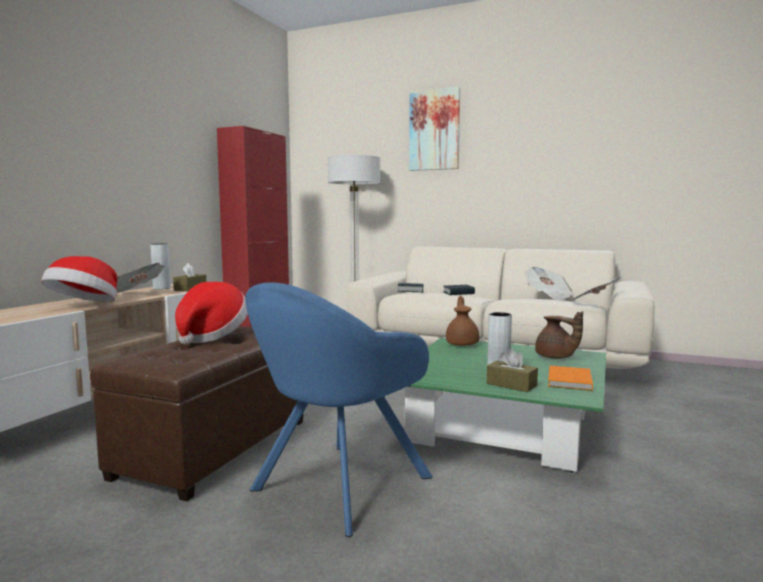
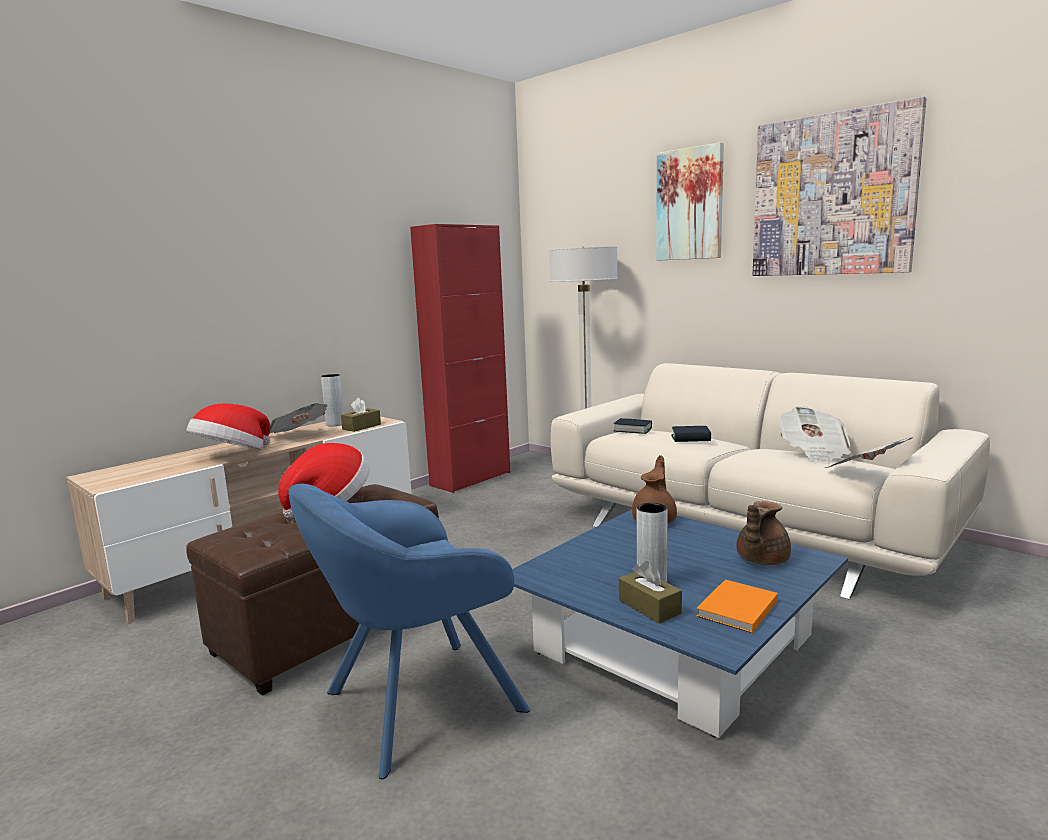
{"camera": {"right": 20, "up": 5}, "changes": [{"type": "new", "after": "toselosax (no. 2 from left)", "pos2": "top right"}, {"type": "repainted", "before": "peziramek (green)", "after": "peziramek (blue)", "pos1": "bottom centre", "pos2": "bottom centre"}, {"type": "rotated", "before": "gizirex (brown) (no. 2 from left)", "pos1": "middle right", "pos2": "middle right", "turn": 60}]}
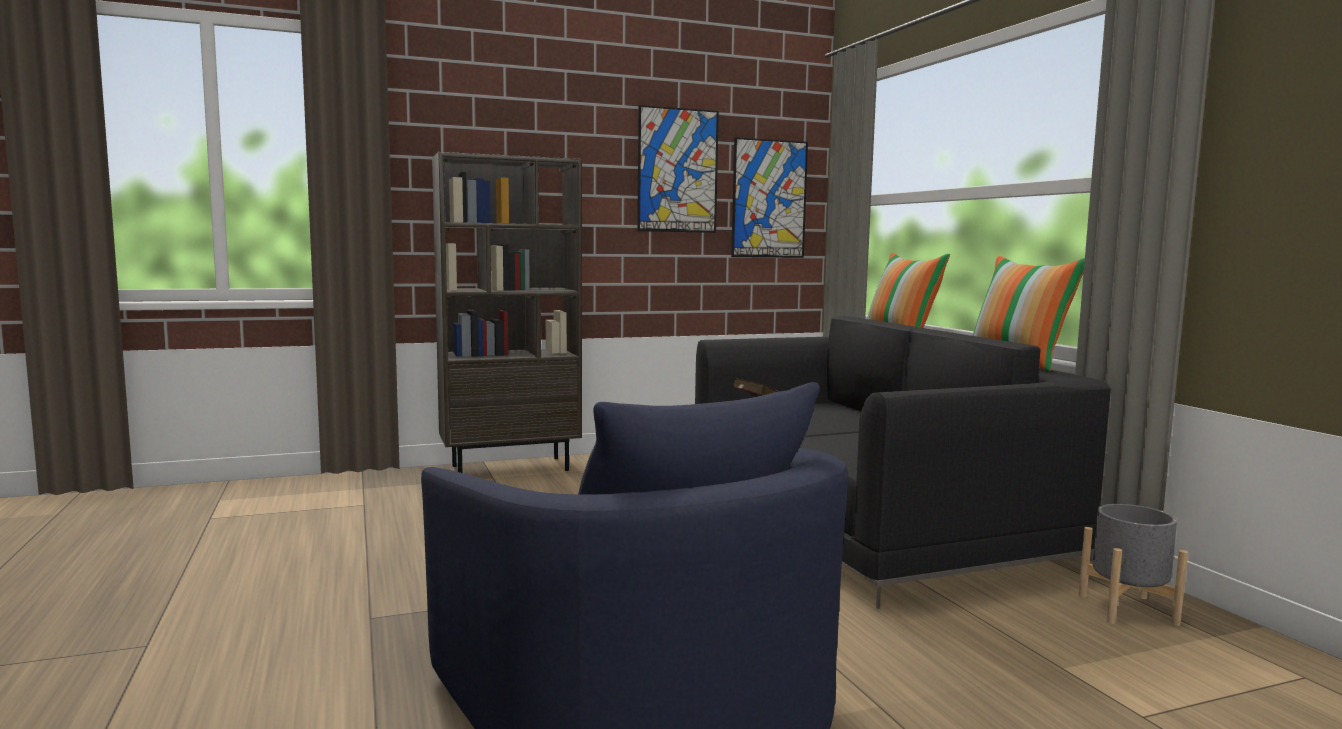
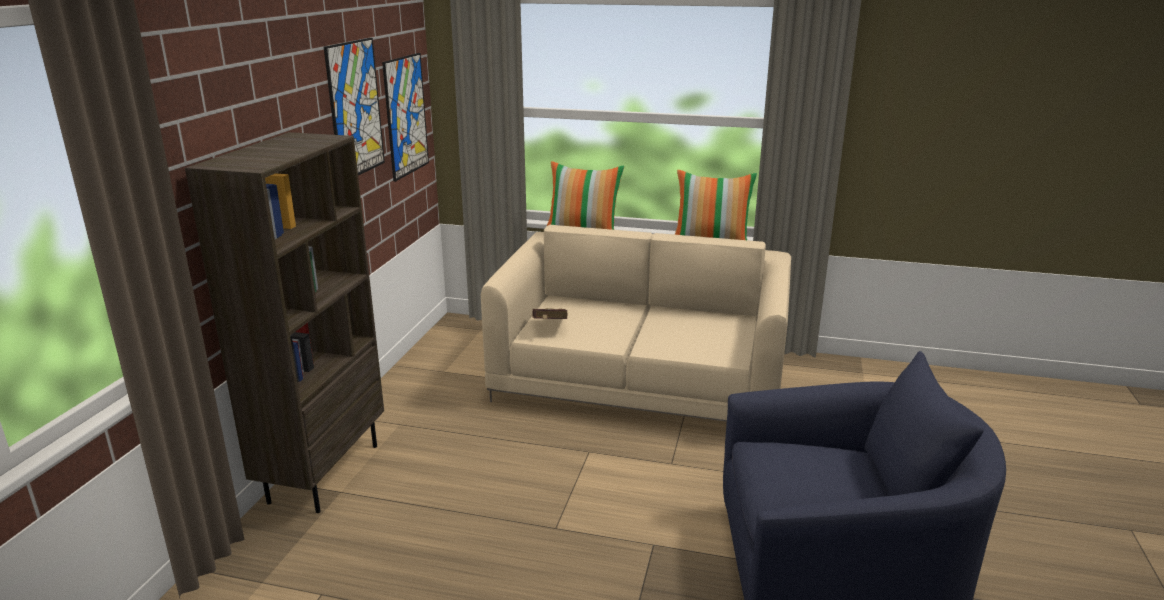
{"camera": {"right": -55, "up": 15}, "changes": [{"type": "gone", "before": "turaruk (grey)", "pos1": "bottom right"}, {"type": "repainted", "before": "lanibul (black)", "after": "lanibul (beige)", "pos1": "middle right", "pos2": "centre"}]}
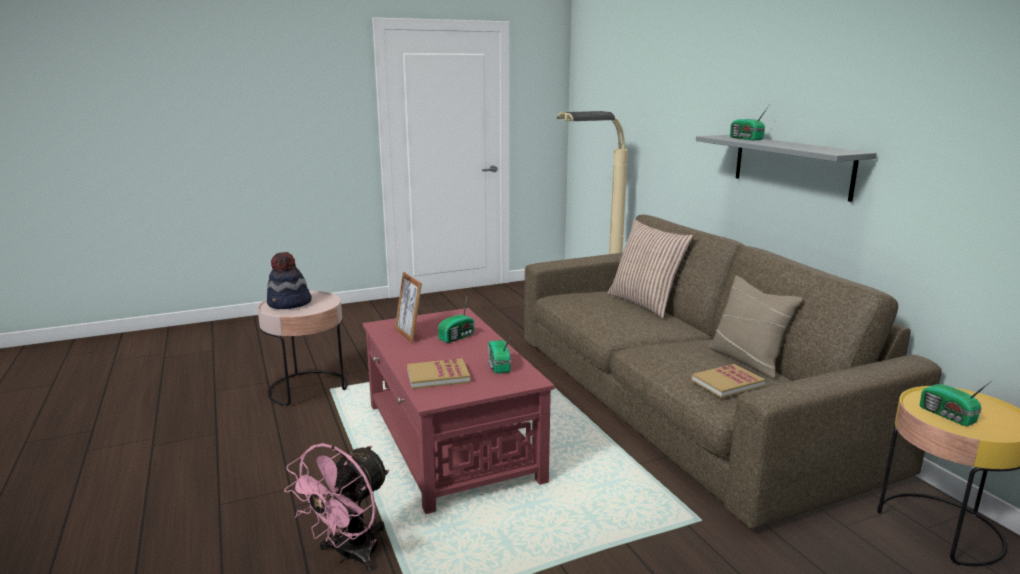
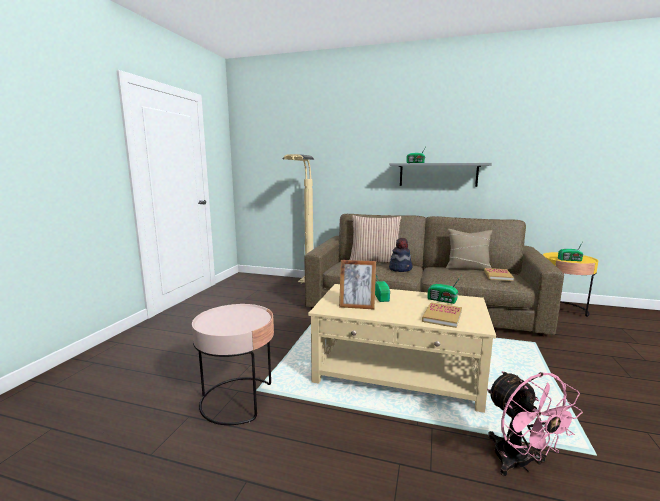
{"camera": {"right": -50, "up": -5}, "changes": [{"type": "shifted", "before": "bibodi", "pos1": "middle left", "pos2": "centre"}, {"type": "repainted", "before": "peziramek (red)", "after": "peziramek (beige)", "pos1": "bottom centre", "pos2": "bottom centre"}]}
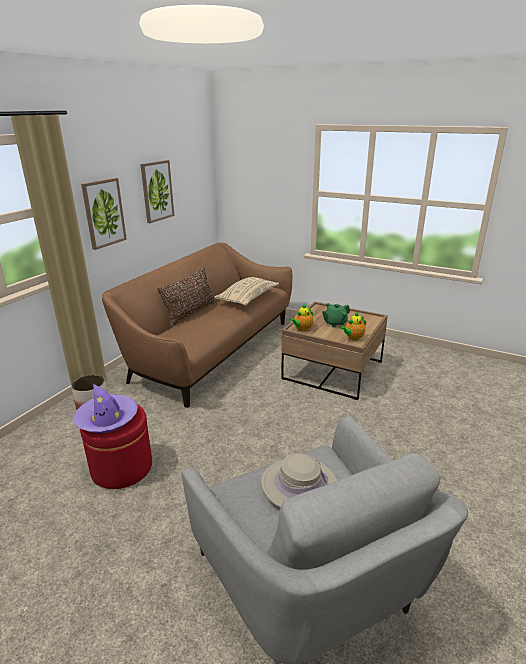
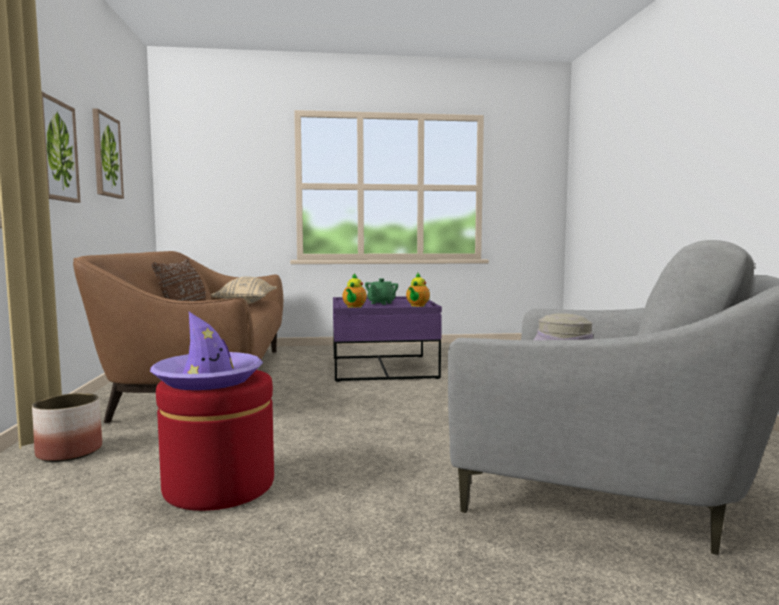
{"camera": {"right": -35, "up": -20}, "changes": [{"type": "repainted", "before": "peziramek (brown)", "after": "peziramek (purple)", "pos1": "centre", "pos2": "centre"}]}
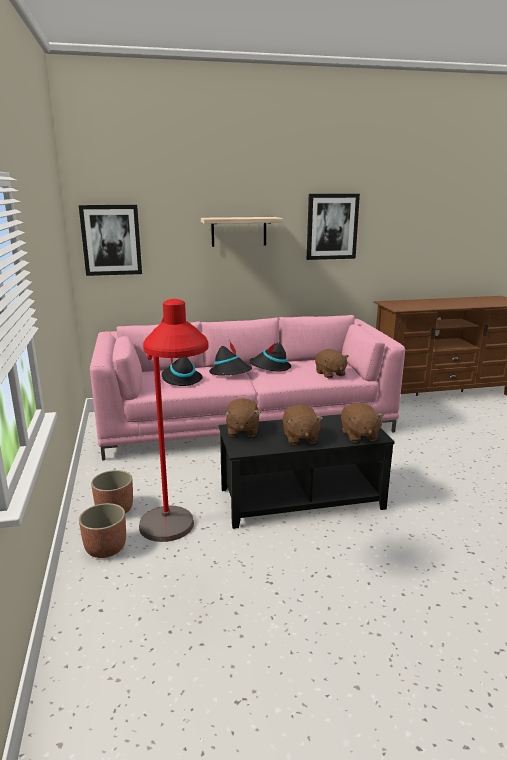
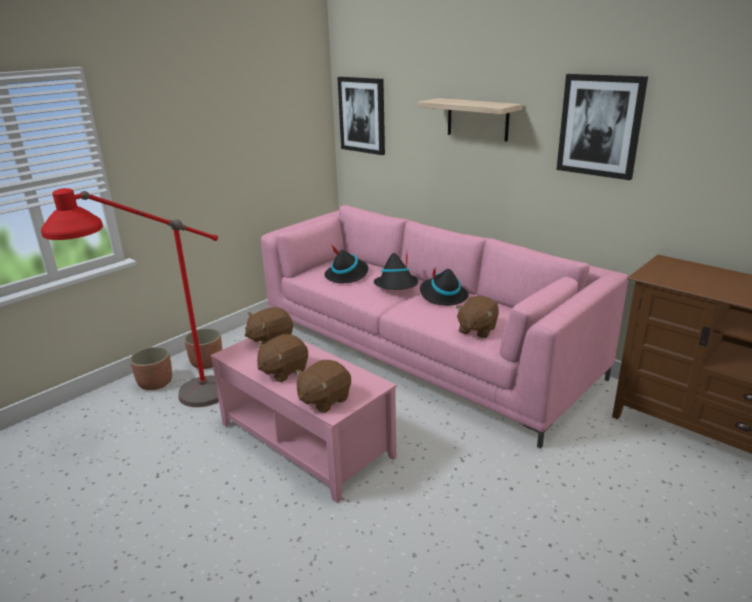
{"camera": {"right": 55, "up": 5}, "changes": [{"type": "repainted", "before": "peziramek (black)", "after": "peziramek (pink)", "pos1": "centre", "pos2": "bottom centre"}]}
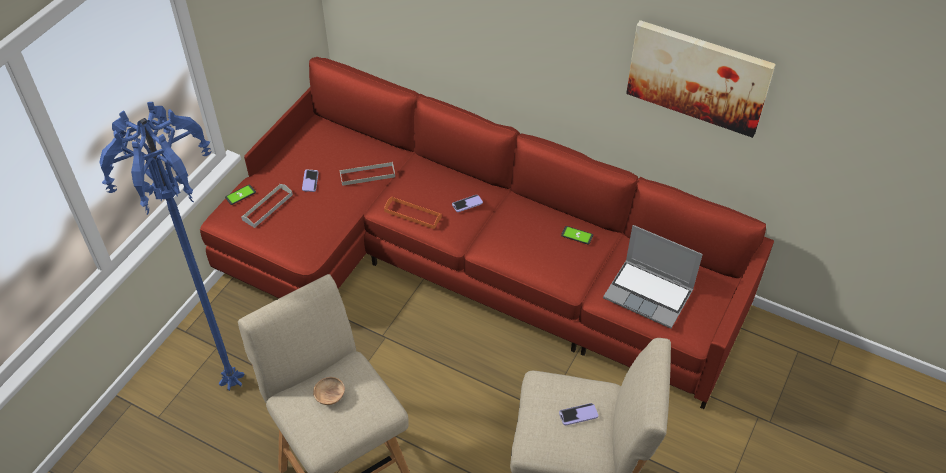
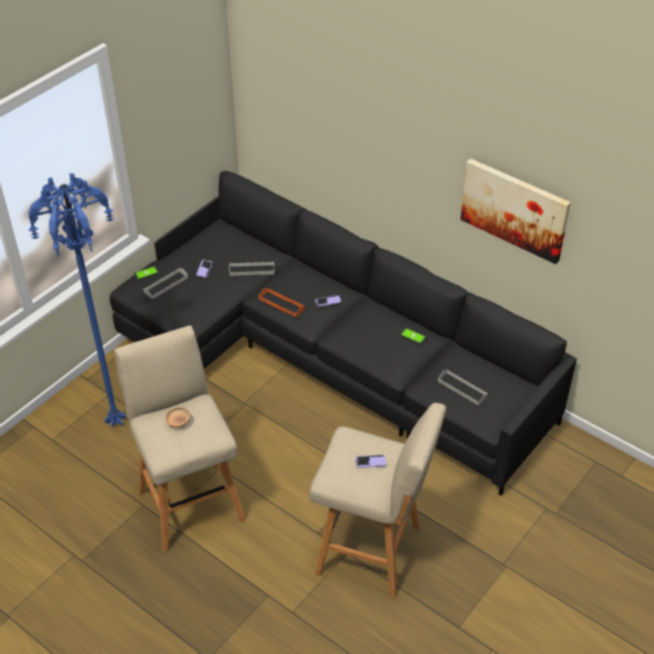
{"camera": {"right": 10, "up": -5}, "changes": [{"type": "swapped", "before": "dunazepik", "after": "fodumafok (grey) (no. 3 from left)", "pos1": "middle right", "pos2": "middle right"}, {"type": "repainted", "before": "lanibul (red)", "after": "lanibul (black)", "pos1": "centre", "pos2": "centre"}]}
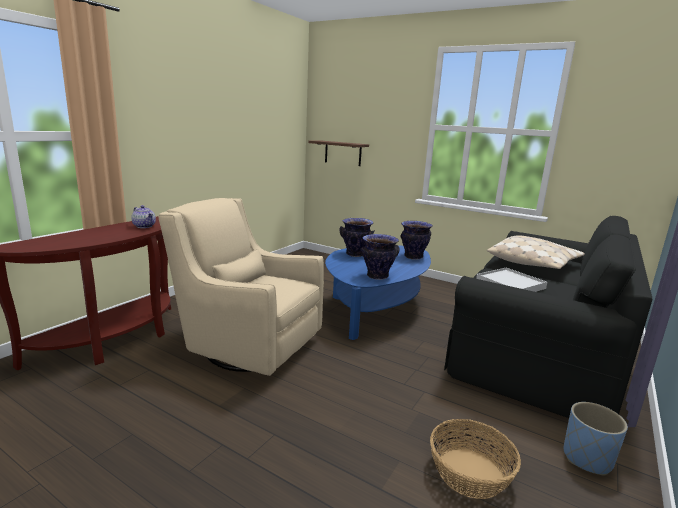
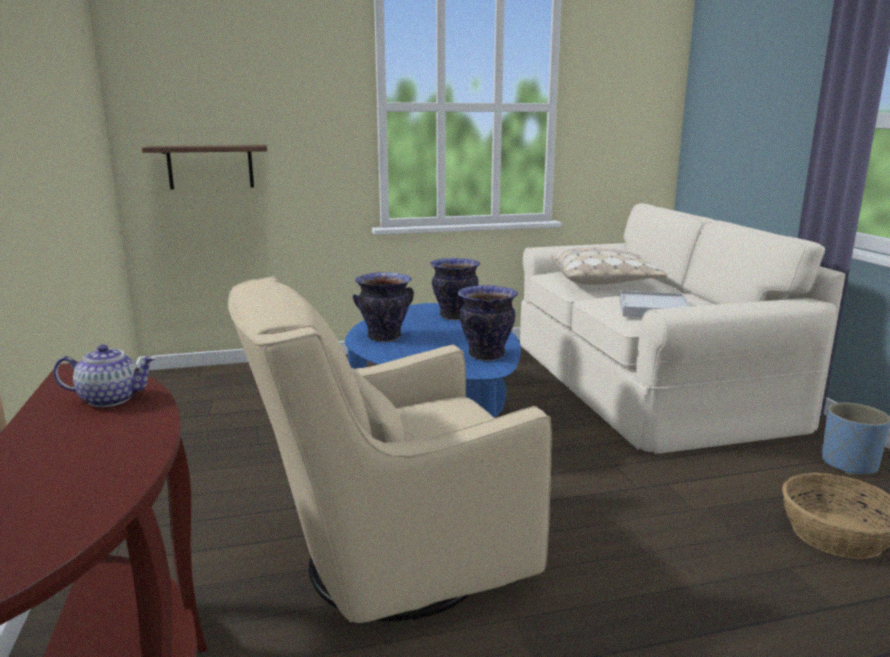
{"camera": {"right": -45, "up": 0}, "changes": [{"type": "repainted", "before": "lanibul (black)", "after": "lanibul (beige)", "pos1": "middle right", "pos2": "middle right"}]}
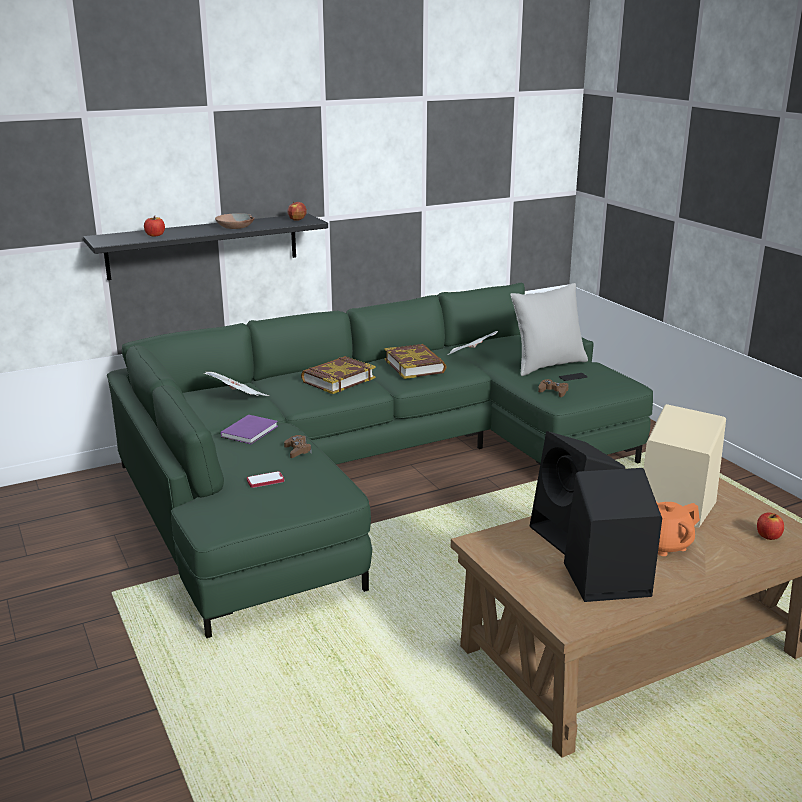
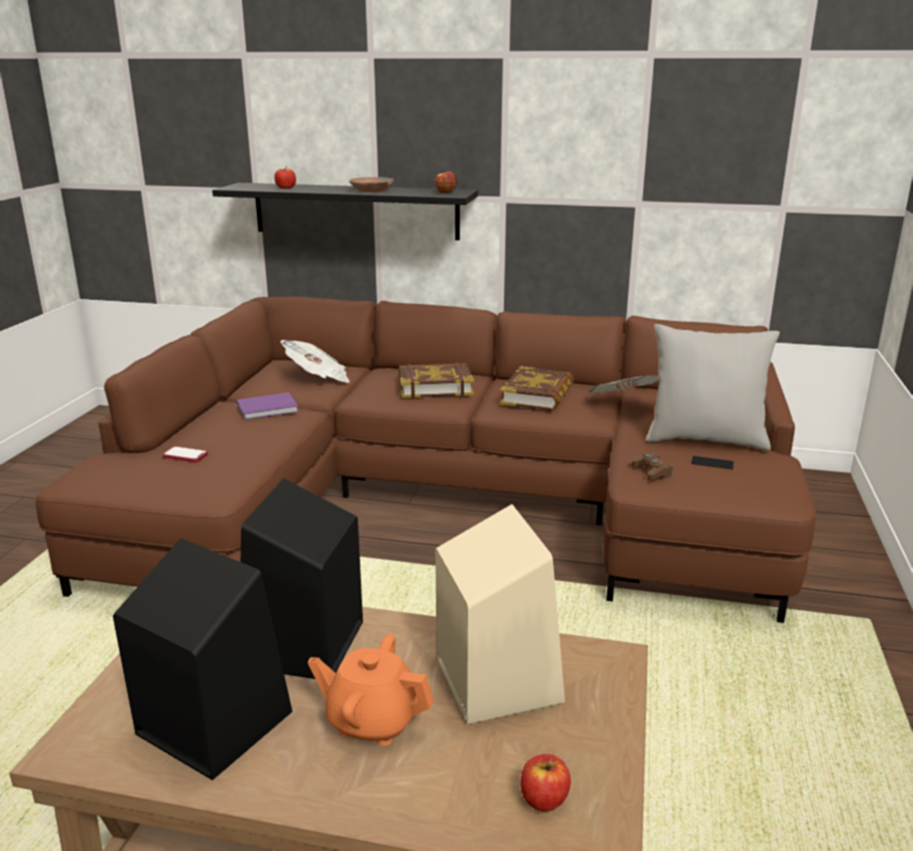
{"camera": {"right": 40, "up": 0}, "changes": [{"type": "gone", "before": "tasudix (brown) (no. 1 from left)", "pos1": "centre"}, {"type": "repainted", "before": "lanibul (green)", "after": "lanibul (brown)", "pos1": "centre", "pos2": "centre"}]}
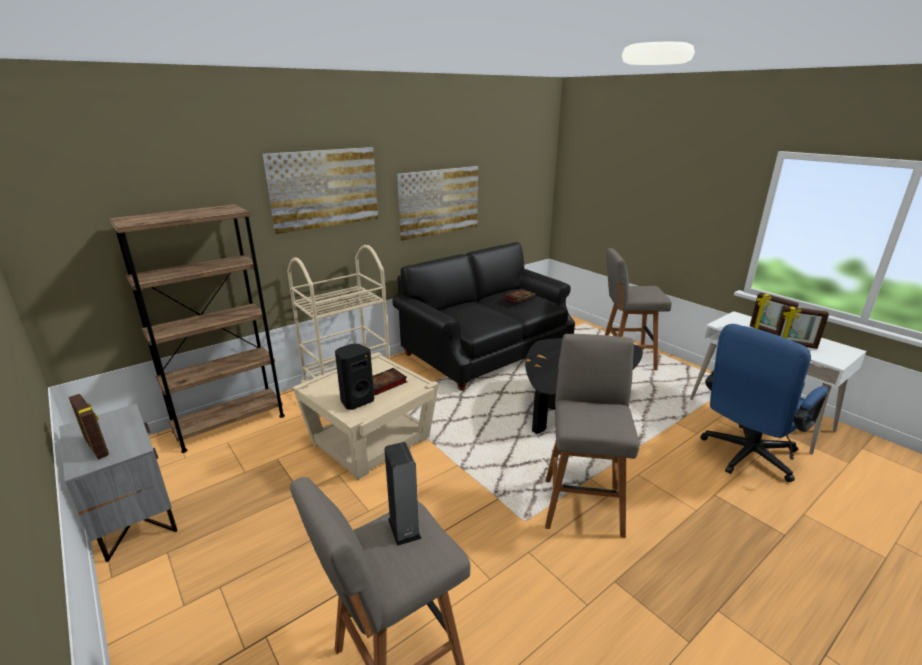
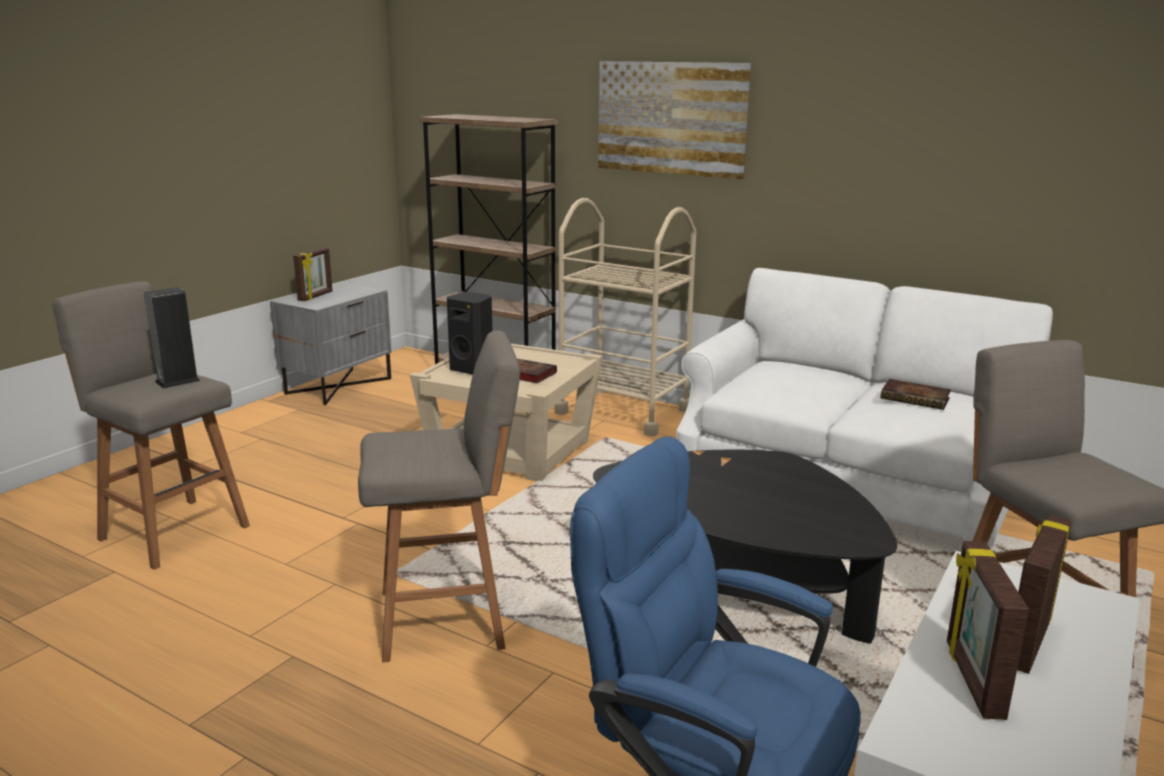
{"camera": {"right": 70, "up": -5}, "changes": [{"type": "gone", "before": "toselosax (no. 2 from left)", "pos1": "top centre"}, {"type": "repainted", "before": "lanibul (black)", "after": "lanibul (white)", "pos1": "centre", "pos2": "middle right"}]}
